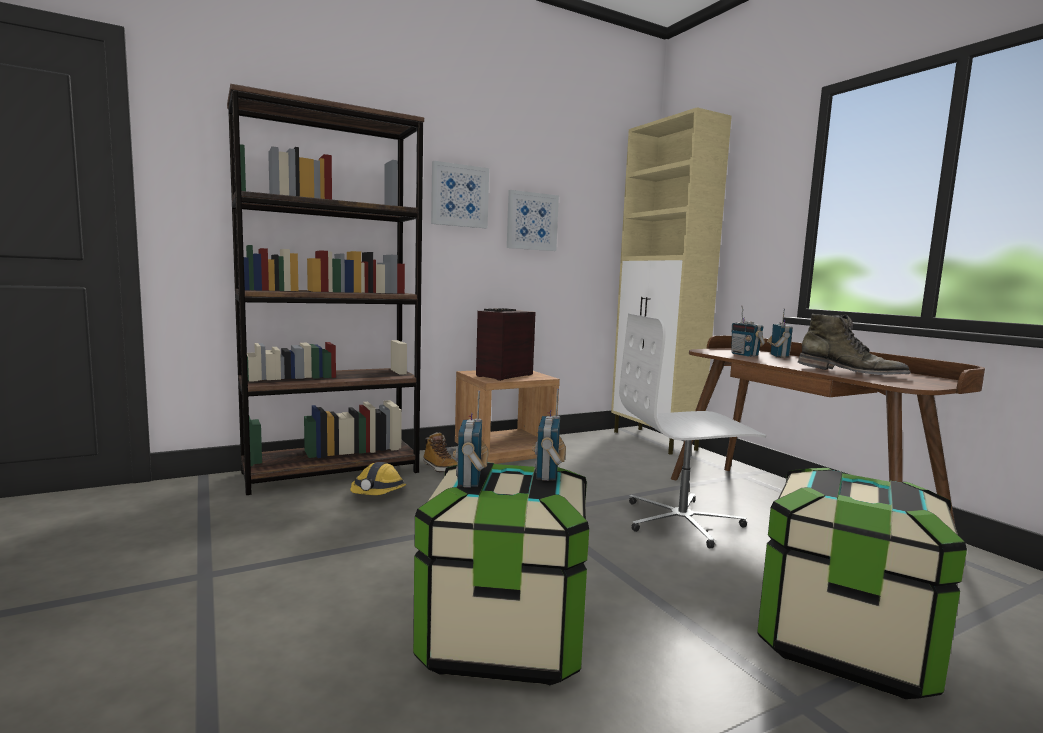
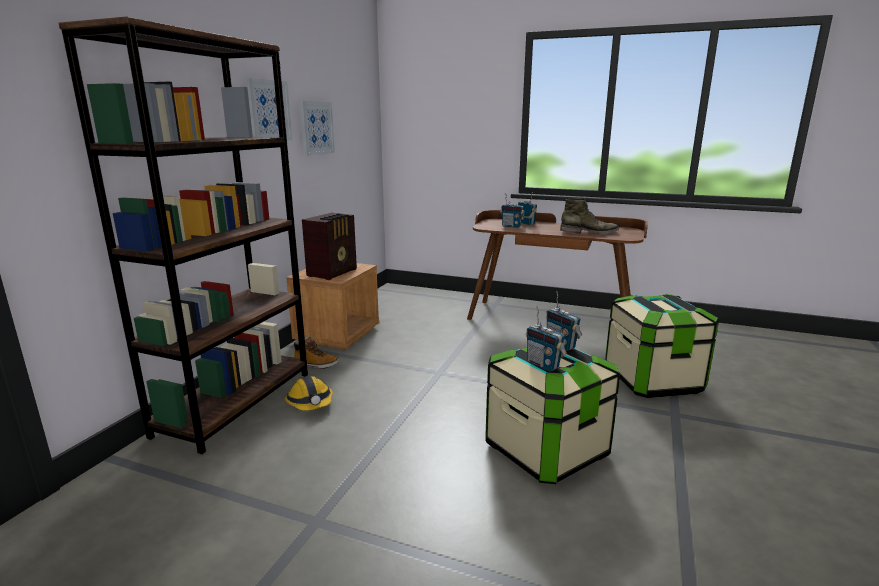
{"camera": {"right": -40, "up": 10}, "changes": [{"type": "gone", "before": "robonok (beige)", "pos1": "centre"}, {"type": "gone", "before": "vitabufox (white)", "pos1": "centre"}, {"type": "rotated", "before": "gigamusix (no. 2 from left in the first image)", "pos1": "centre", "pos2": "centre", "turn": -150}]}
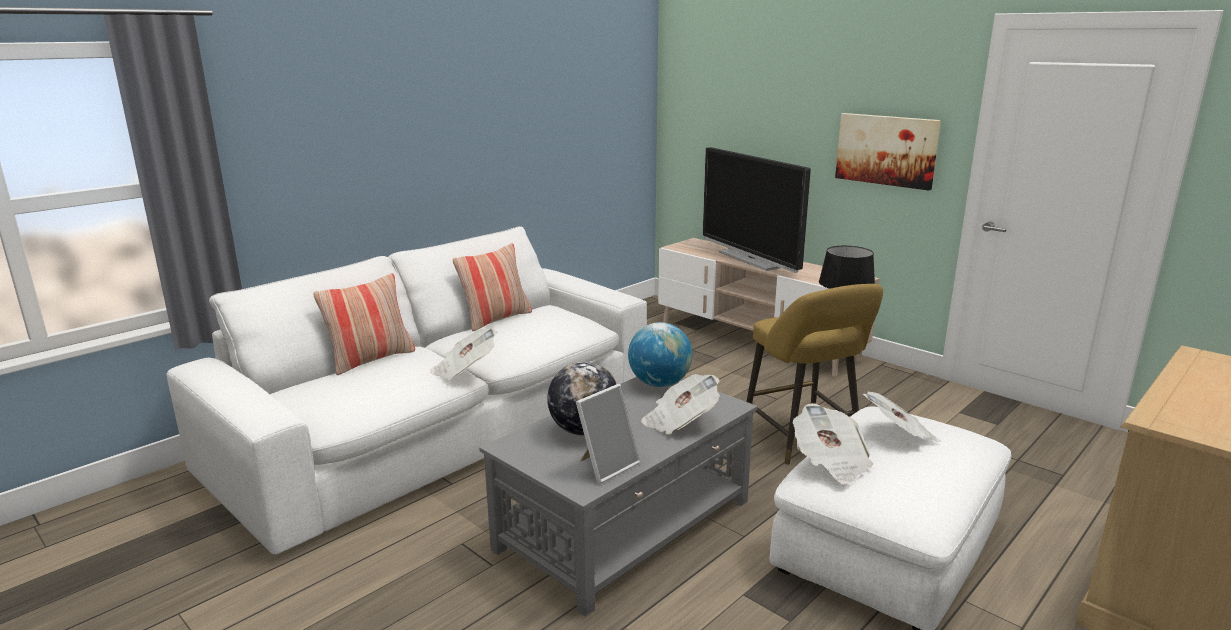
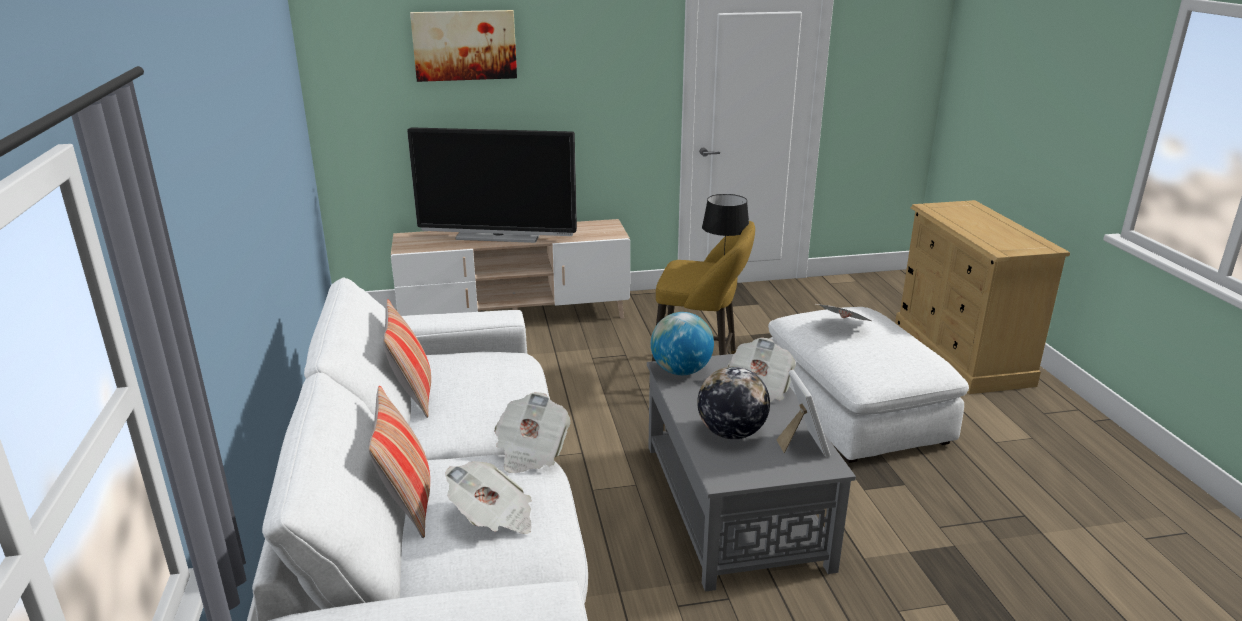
{"camera": {"right": -55, "up": 5}, "changes": [{"type": "shifted", "before": "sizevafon (no. 3 from left in the first image)", "after": "sizevafon (no. 1 from left)", "pos1": "bottom right", "pos2": "bottom centre"}, {"type": "shifted", "before": "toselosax", "pos1": "top right", "pos2": "top centre"}]}
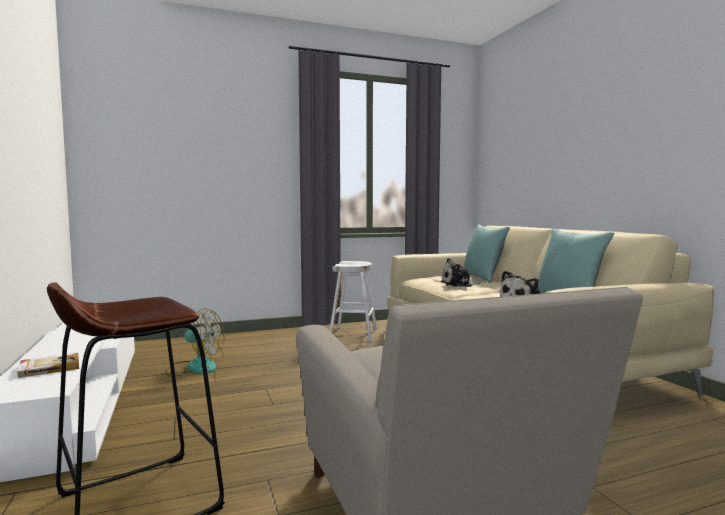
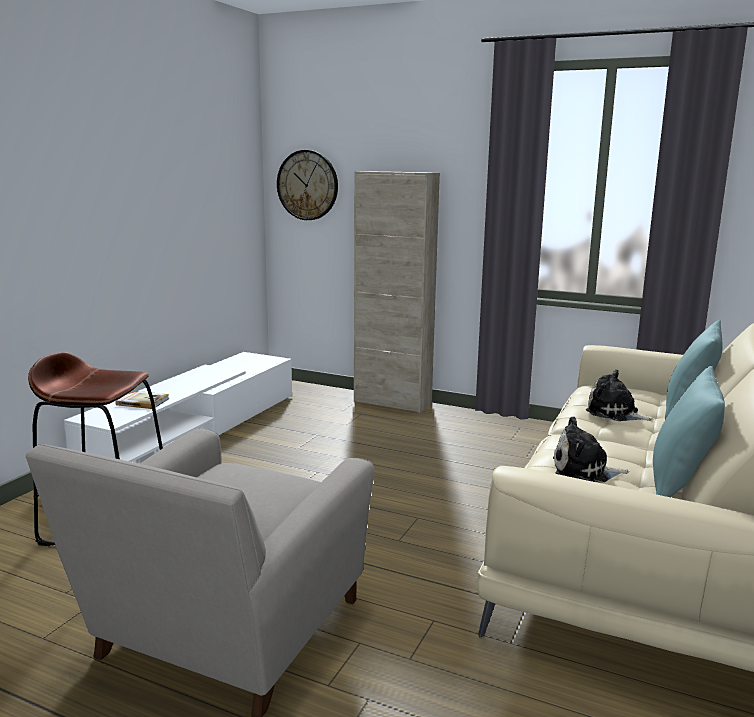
{"camera": {"right": 45, "up": 10}, "changes": [{"type": "gone", "before": "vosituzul", "pos1": "middle left"}, {"type": "gone", "before": "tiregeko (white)", "pos1": "centre"}, {"type": "new", "after": "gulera", "pos2": "top centre"}, {"type": "new", "after": "robonok (beige)", "pos2": "centre"}]}
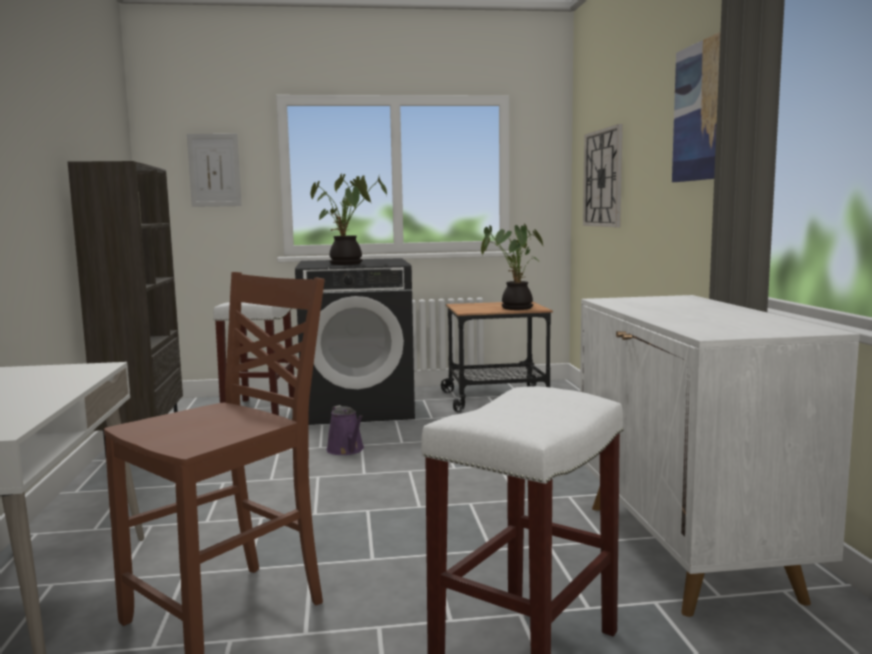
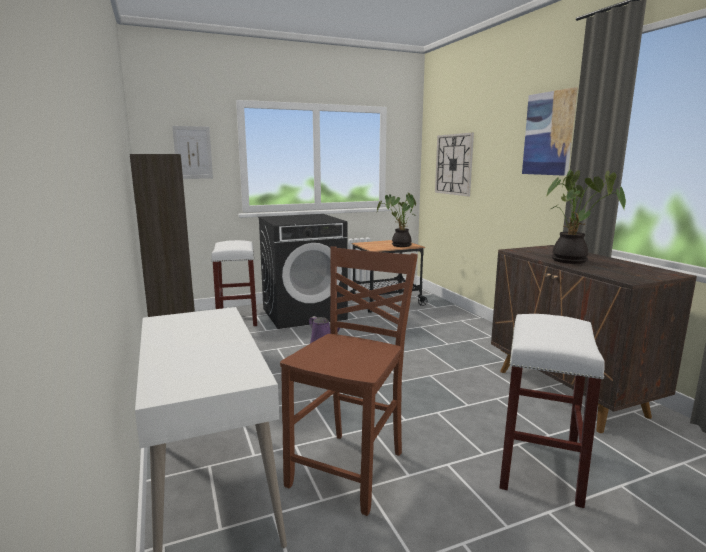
{"camera": {"right": -15, "up": 5}, "changes": [{"type": "shifted", "before": "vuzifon (no. 1 from left in the first image)", "after": "vuzifon (no. 2 from left)", "pos1": "centre", "pos2": "middle right"}, {"type": "repainted", "before": "robonok (white)", "after": "robonok (brown)", "pos1": "bottom right", "pos2": "middle right"}]}
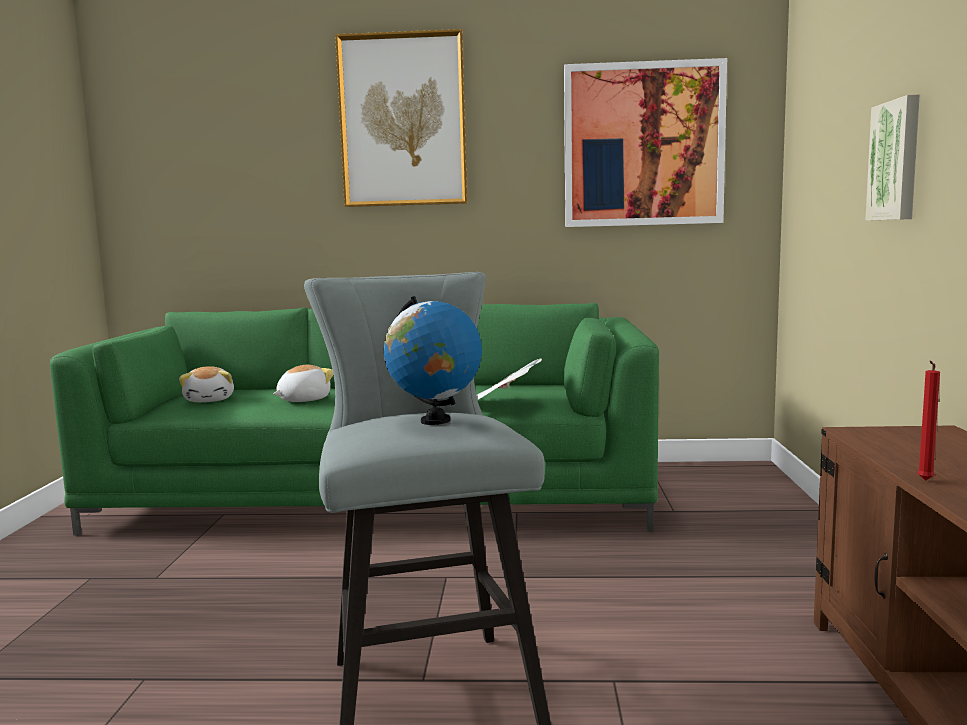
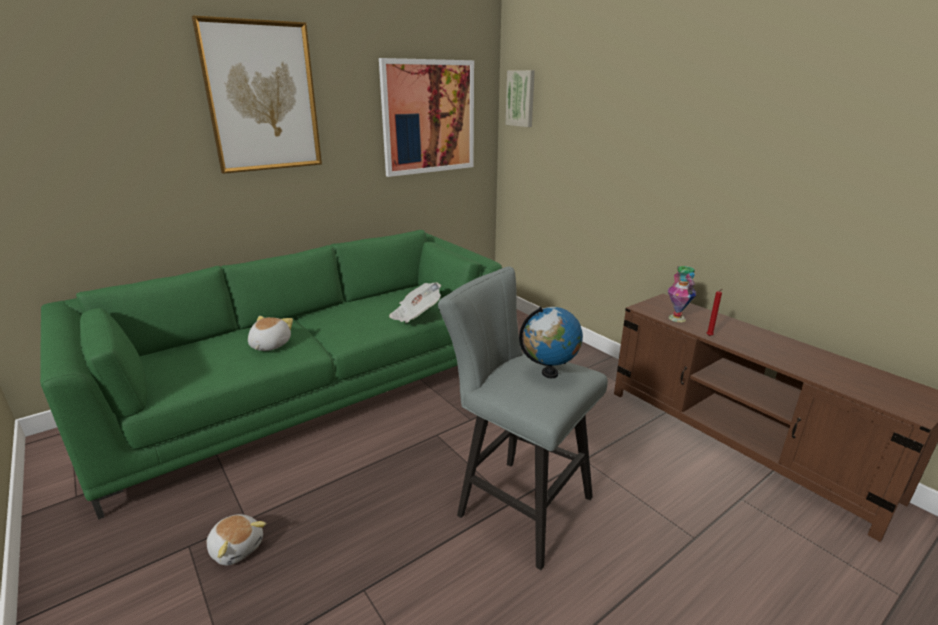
{"camera": {"right": -40, "up": 15}, "changes": [{"type": "new", "after": "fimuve", "pos2": "middle right"}, {"type": "shifted", "before": "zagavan (no. 1 from left)", "pos1": "middle left", "pos2": "bottom left"}, {"type": "shifted", "before": "toselosax (no. 3 from left)", "pos1": "top right", "pos2": "top centre"}]}
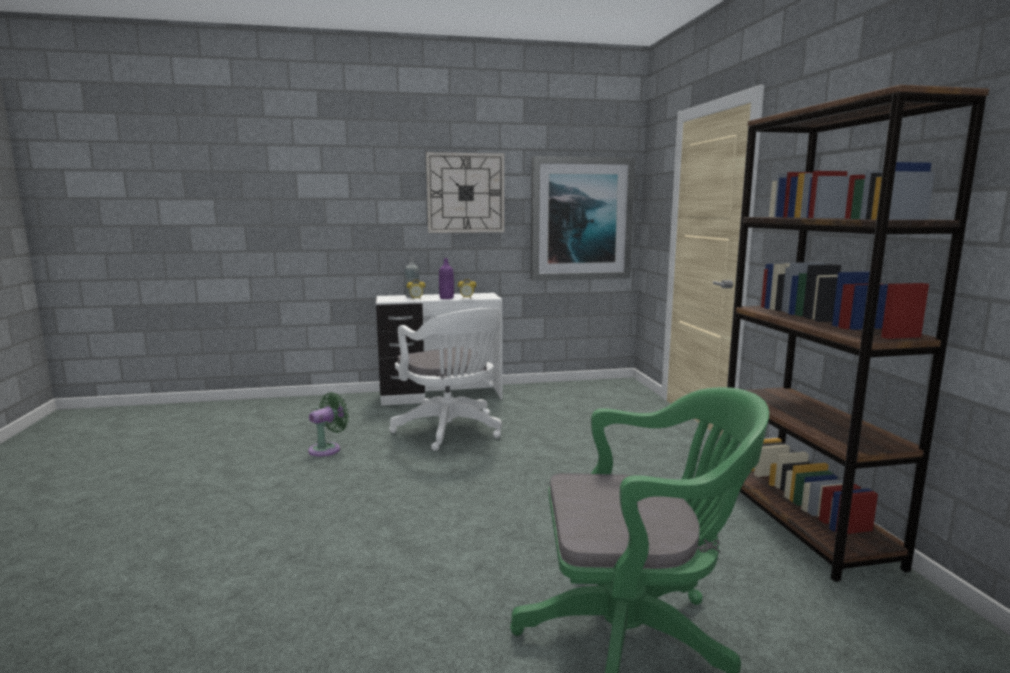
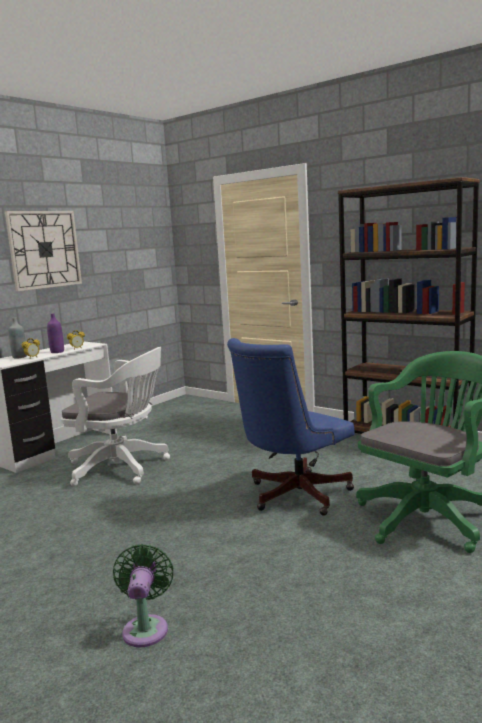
{"camera": {"right": -40, "up": 0}, "changes": [{"type": "gone", "before": "toselosax", "pos1": "top centre"}, {"type": "new", "after": "vitabufox (blue)", "pos2": "centre"}, {"type": "shifted", "before": "vosituzul (green)", "pos1": "middle left", "pos2": "bottom left"}]}
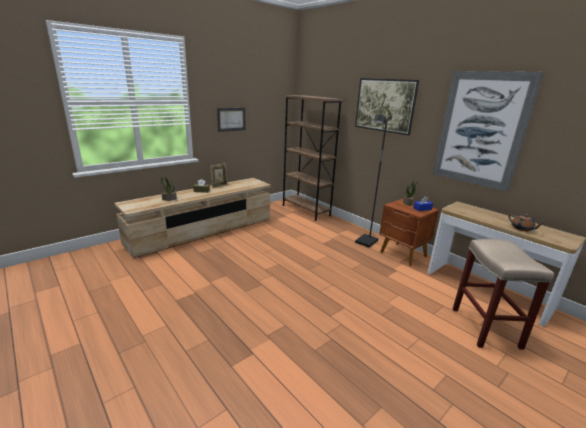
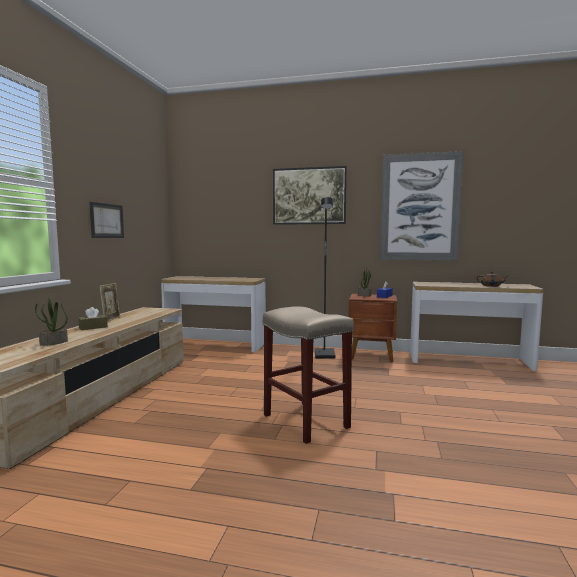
{"camera": {"right": -35, "up": -15}, "changes": [{"type": "shifted", "before": "tiregeko (beige)", "pos1": "bottom right", "pos2": "centre"}, {"type": "swapped", "before": "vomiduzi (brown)", "after": "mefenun (no. 1 from left)", "pos1": "centre", "pos2": "centre"}]}
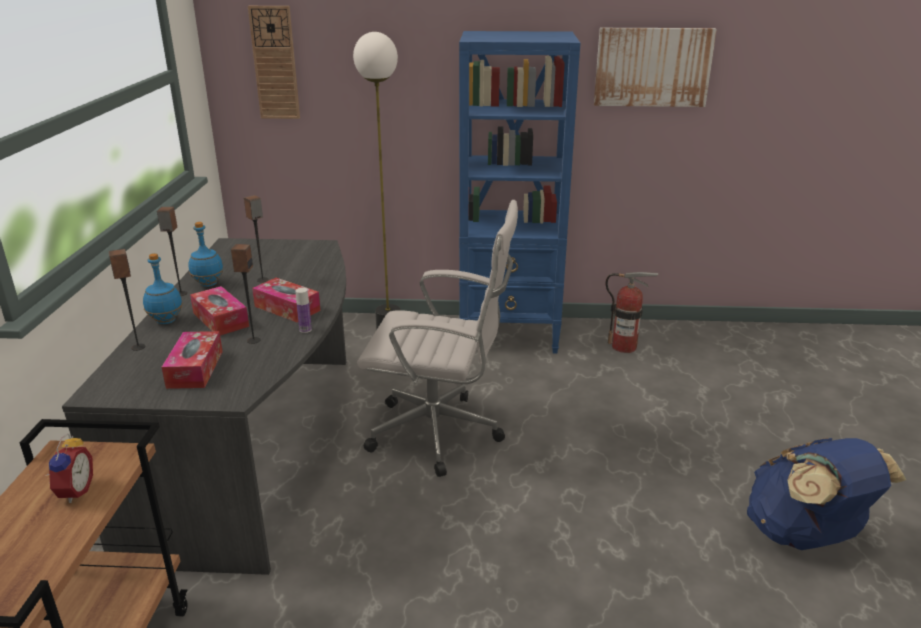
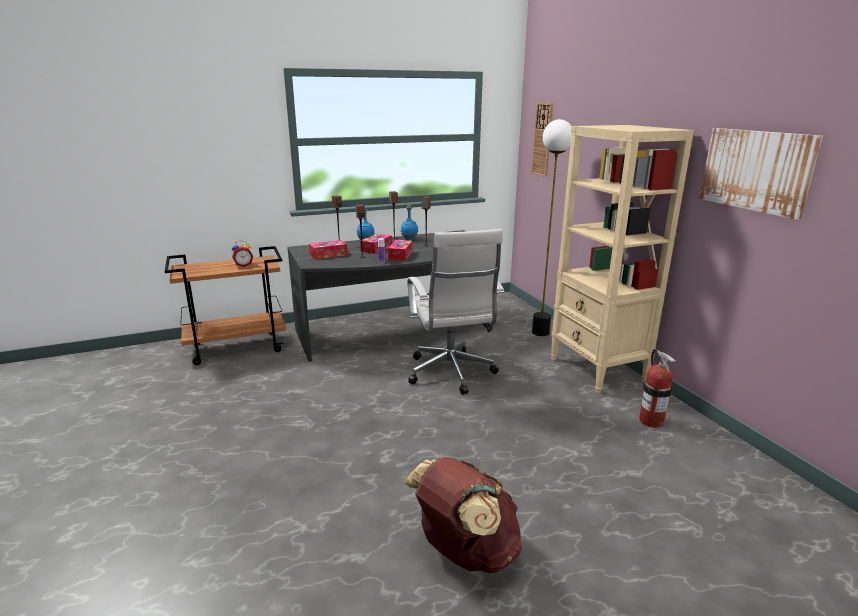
{"camera": {"right": 65, "up": -5}, "changes": [{"type": "repainted", "before": "vomiduzi (blue)", "after": "vomiduzi (beige)", "pos1": "top centre", "pos2": "middle right"}, {"type": "repainted", "before": "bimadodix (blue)", "after": "bimadodix (brown)", "pos1": "bottom right", "pos2": "bottom centre"}]}
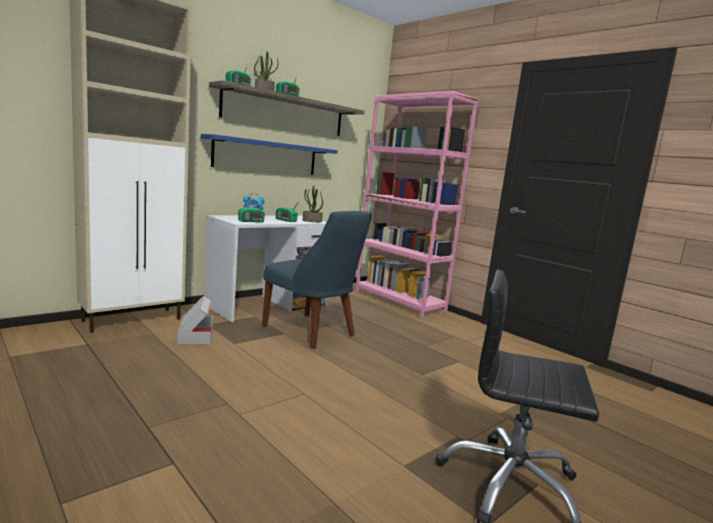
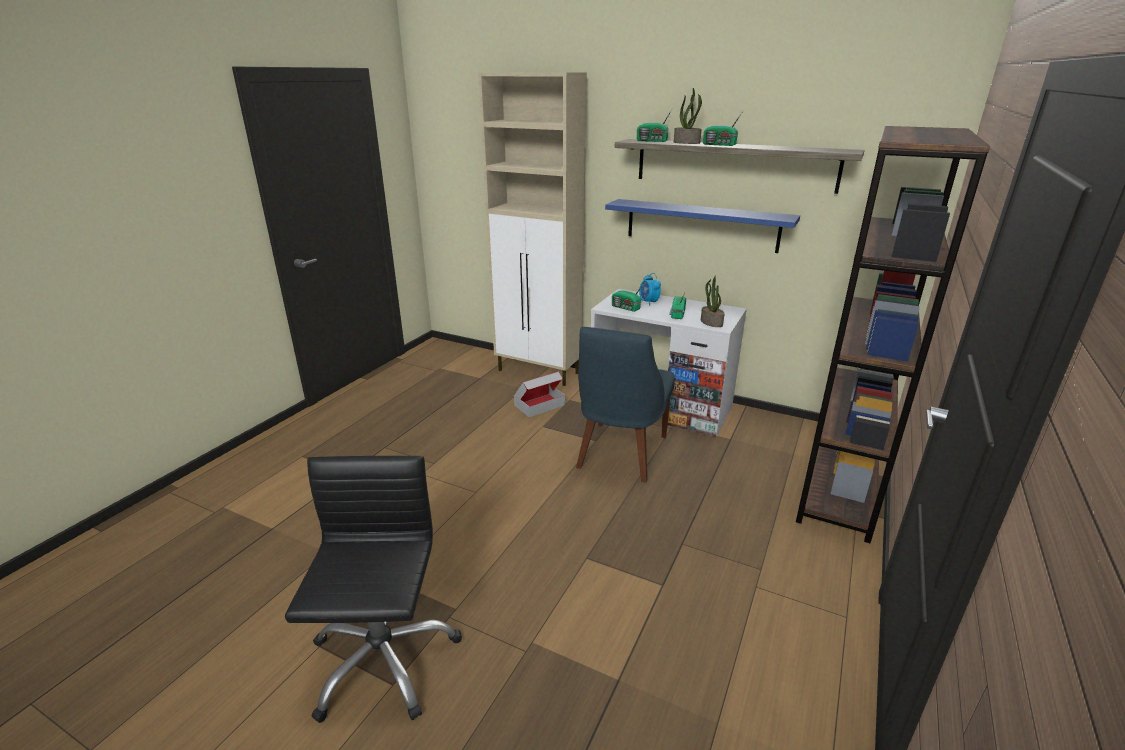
{"camera": {"right": 70, "up": 15}, "changes": [{"type": "repainted", "before": "vomiduzi (pink)", "after": "vomiduzi (brown)", "pos1": "centre", "pos2": "middle right"}]}
